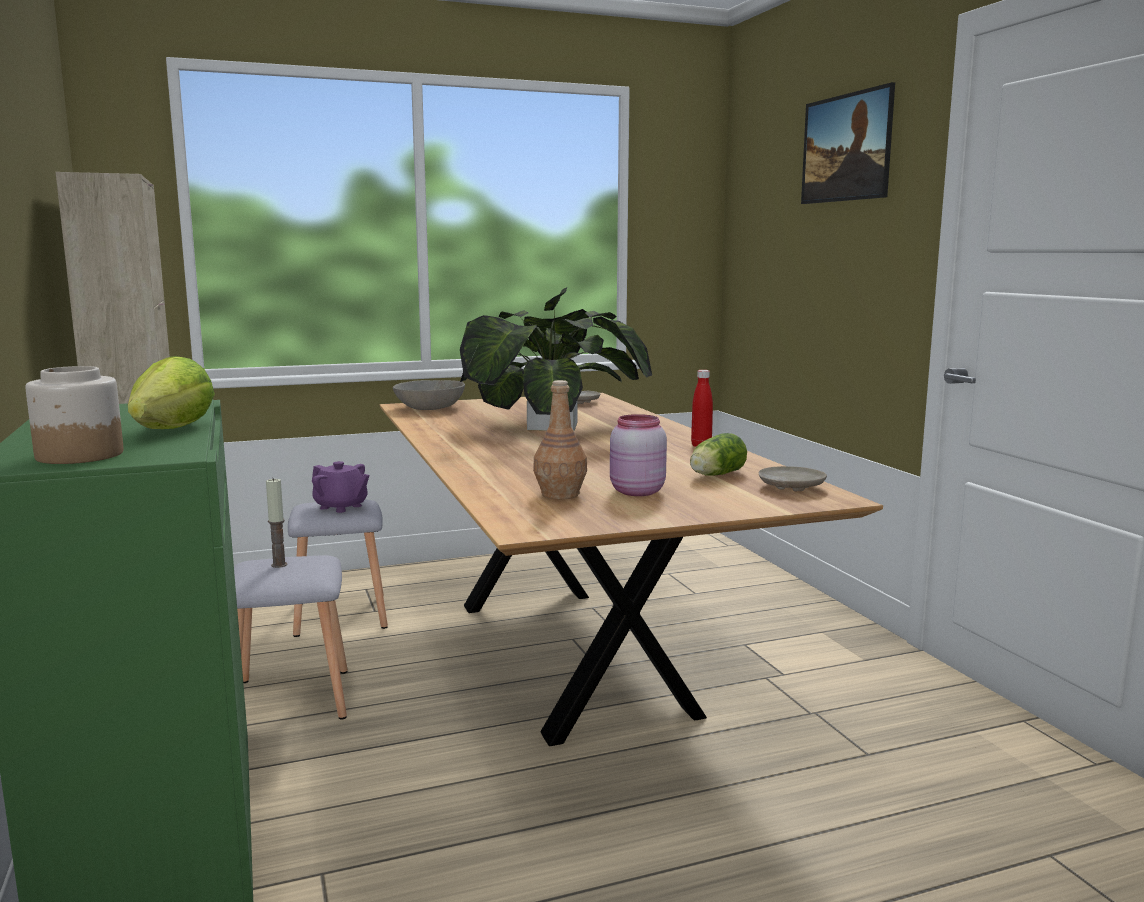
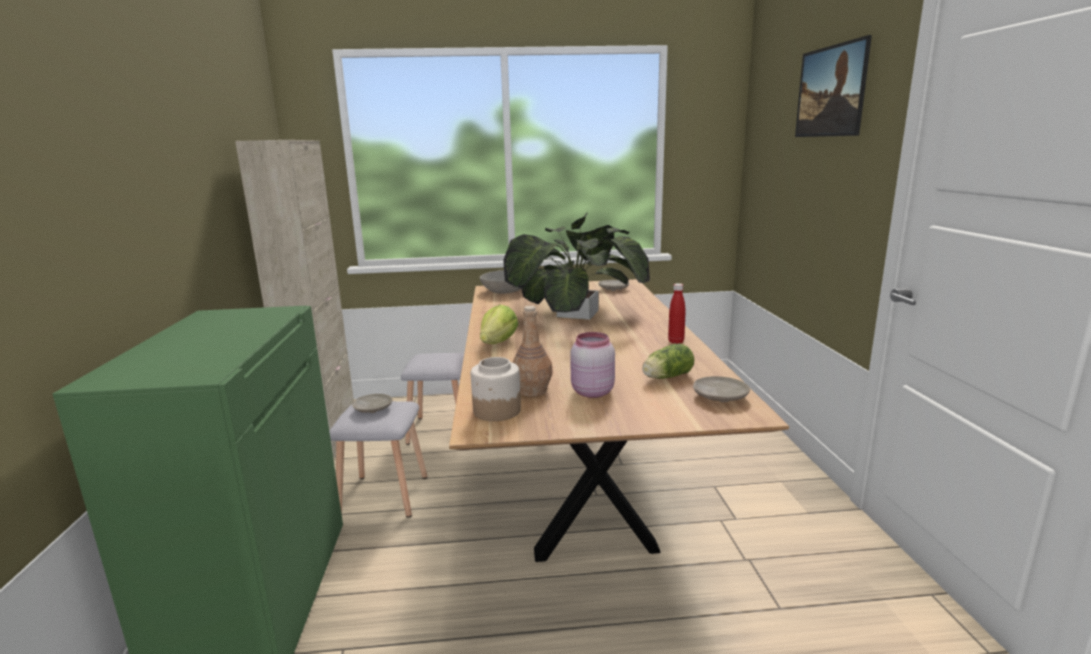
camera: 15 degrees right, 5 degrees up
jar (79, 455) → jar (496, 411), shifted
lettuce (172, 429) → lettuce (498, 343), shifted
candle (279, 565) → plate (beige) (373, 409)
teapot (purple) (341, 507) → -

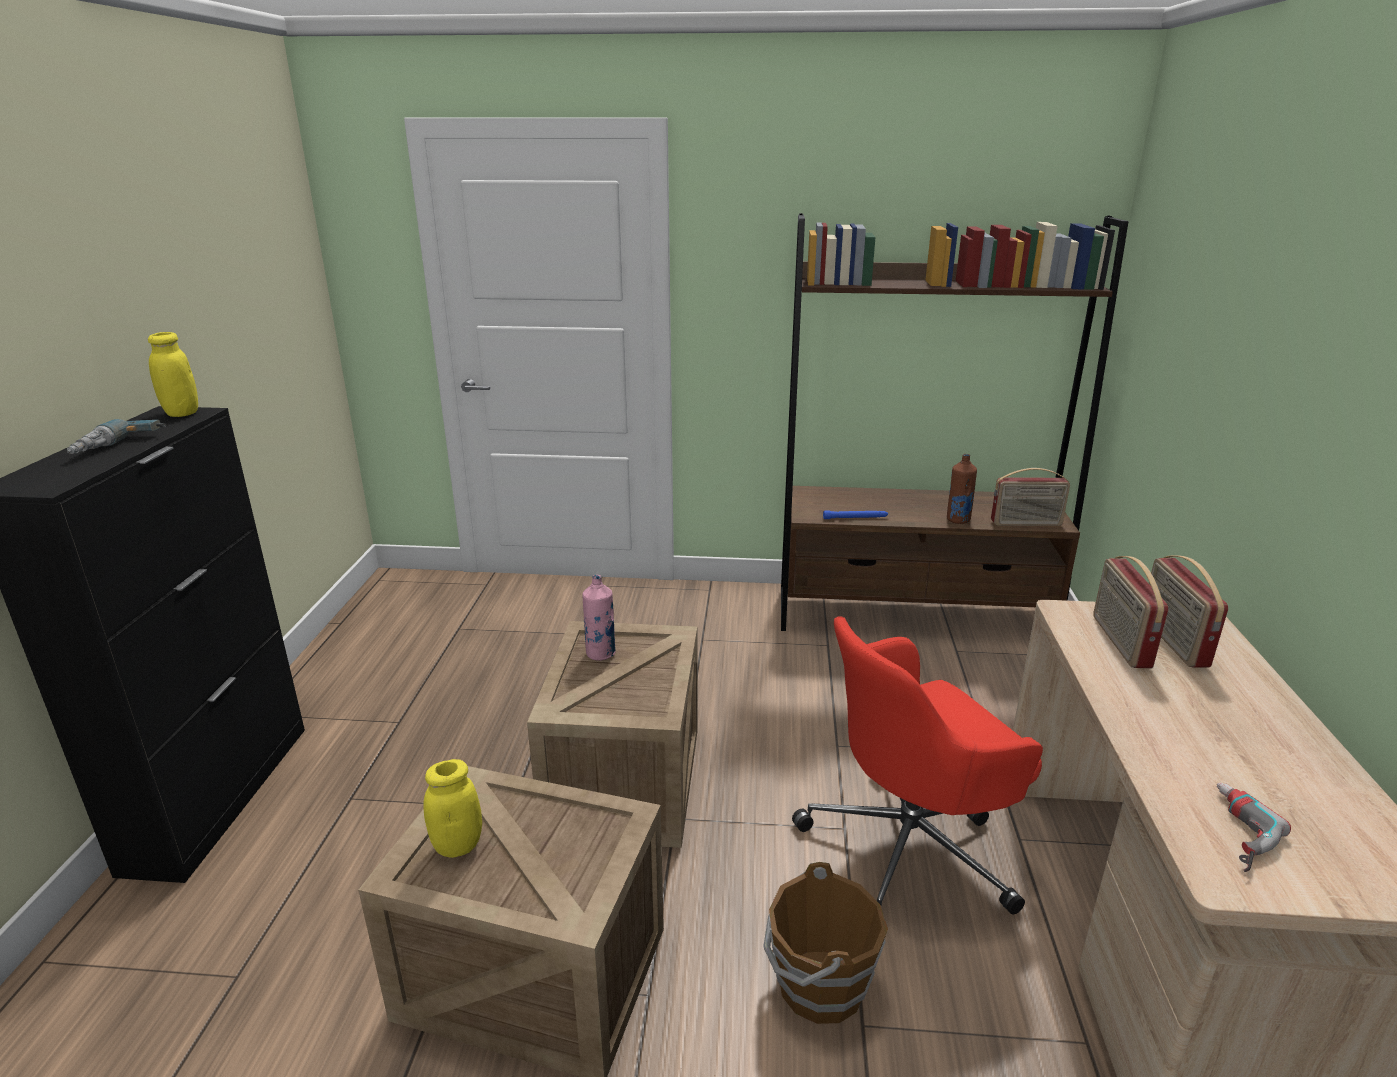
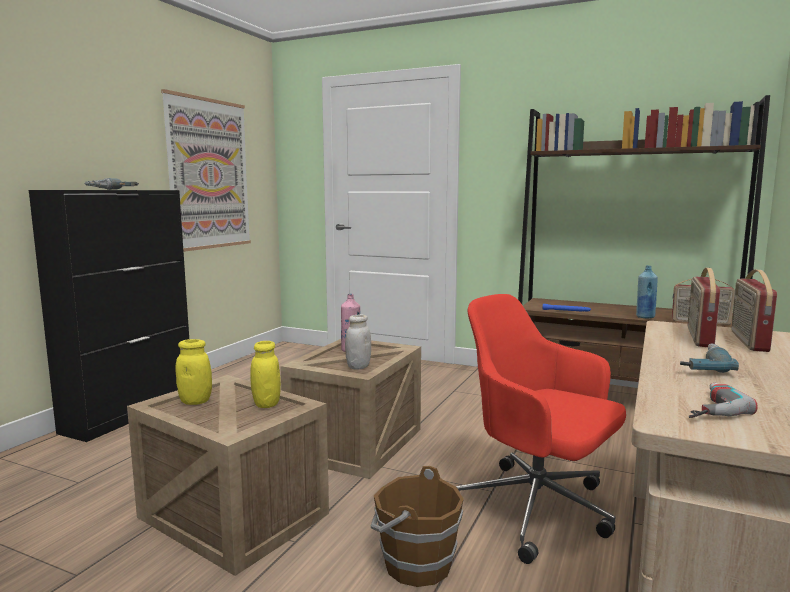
camera: 20 degrees right, 15 degrees down
jar (yellow) (182, 413) → jar (yellow) (266, 404), shifted
office chair (red) (910, 848) → office chair (red) (537, 510), 45 degrees clockwise
bottle (brown) (957, 520) → bottle (blue) (645, 317)
- → picture (209, 174)
- → jar (white) (358, 367)
- → power drill (700, 365)

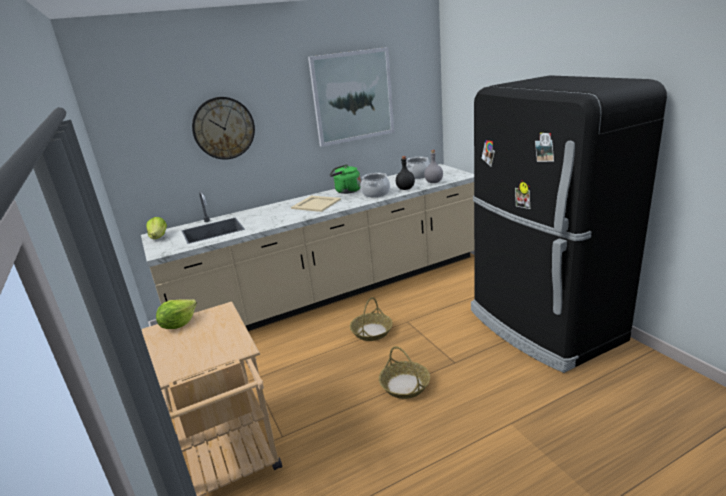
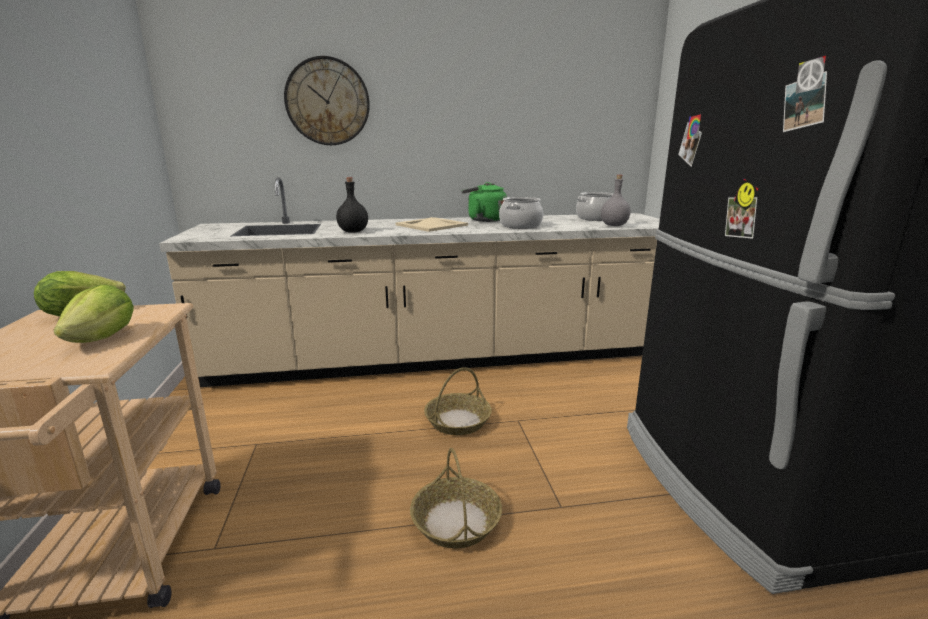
camera: 15 degrees right, 5 degrees down
lettuce (159, 237) → lettuce (103, 338), shifted
picture (353, 96) → -
bottle (black) (405, 189) → bottle (black) (352, 231), shifted

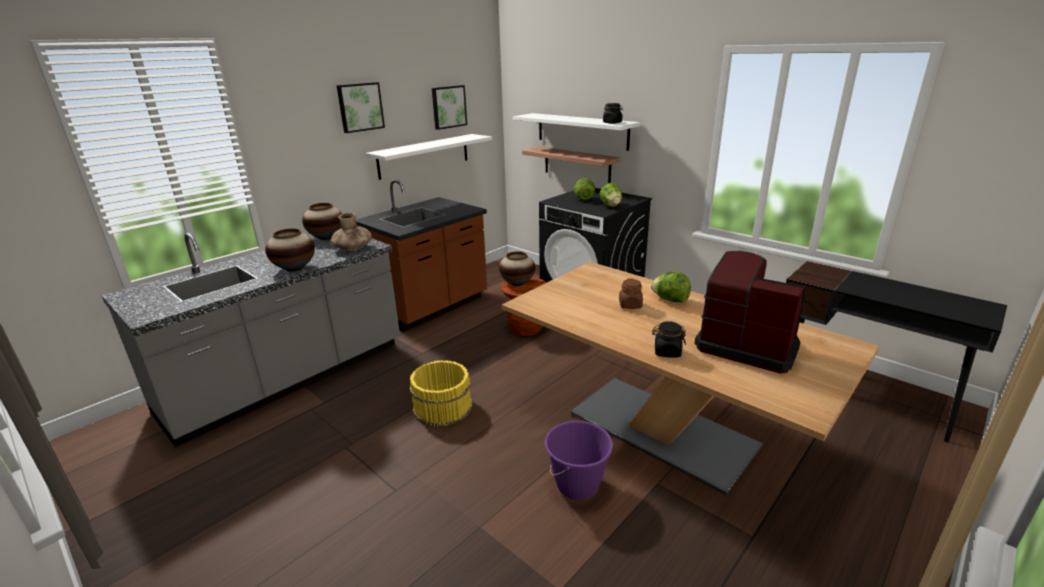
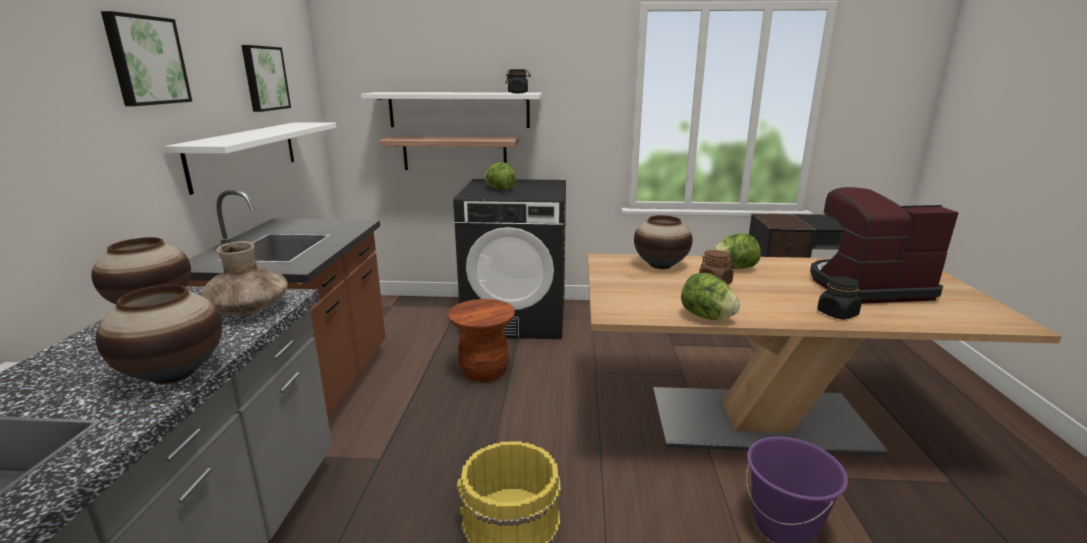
camera: 40 degrees left, 5 degrees down
vase (517, 283) → vase (660, 265), shifted
lettuce (611, 206) → lettuce (706, 317), shifted

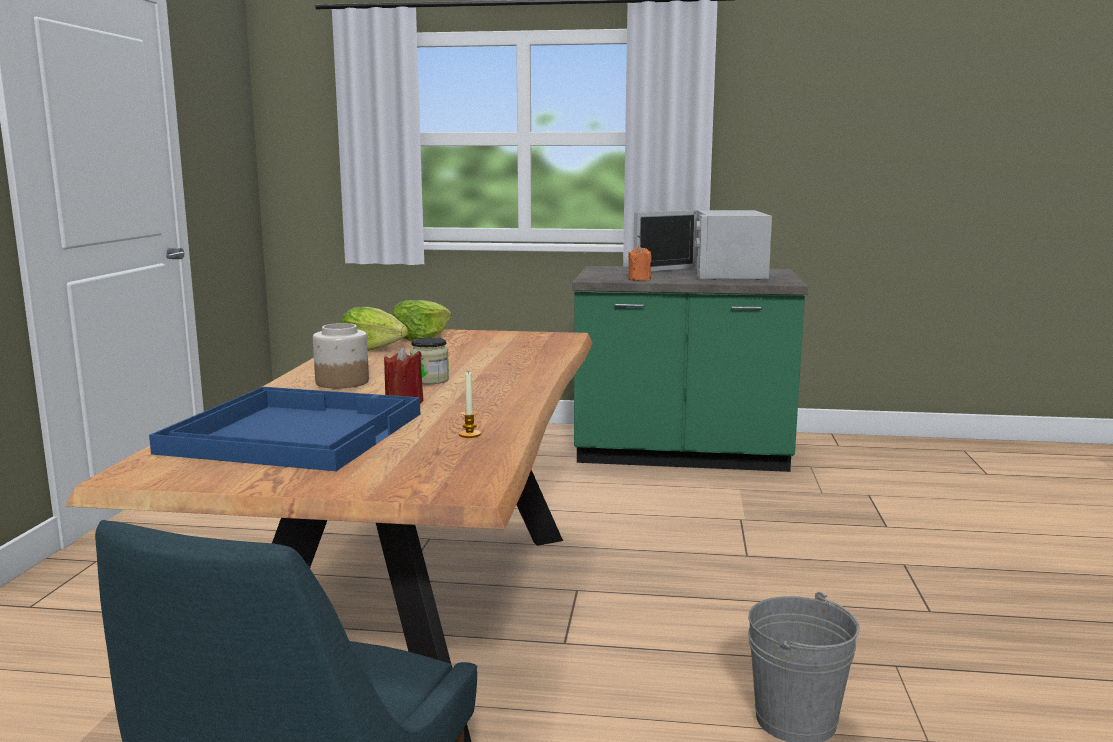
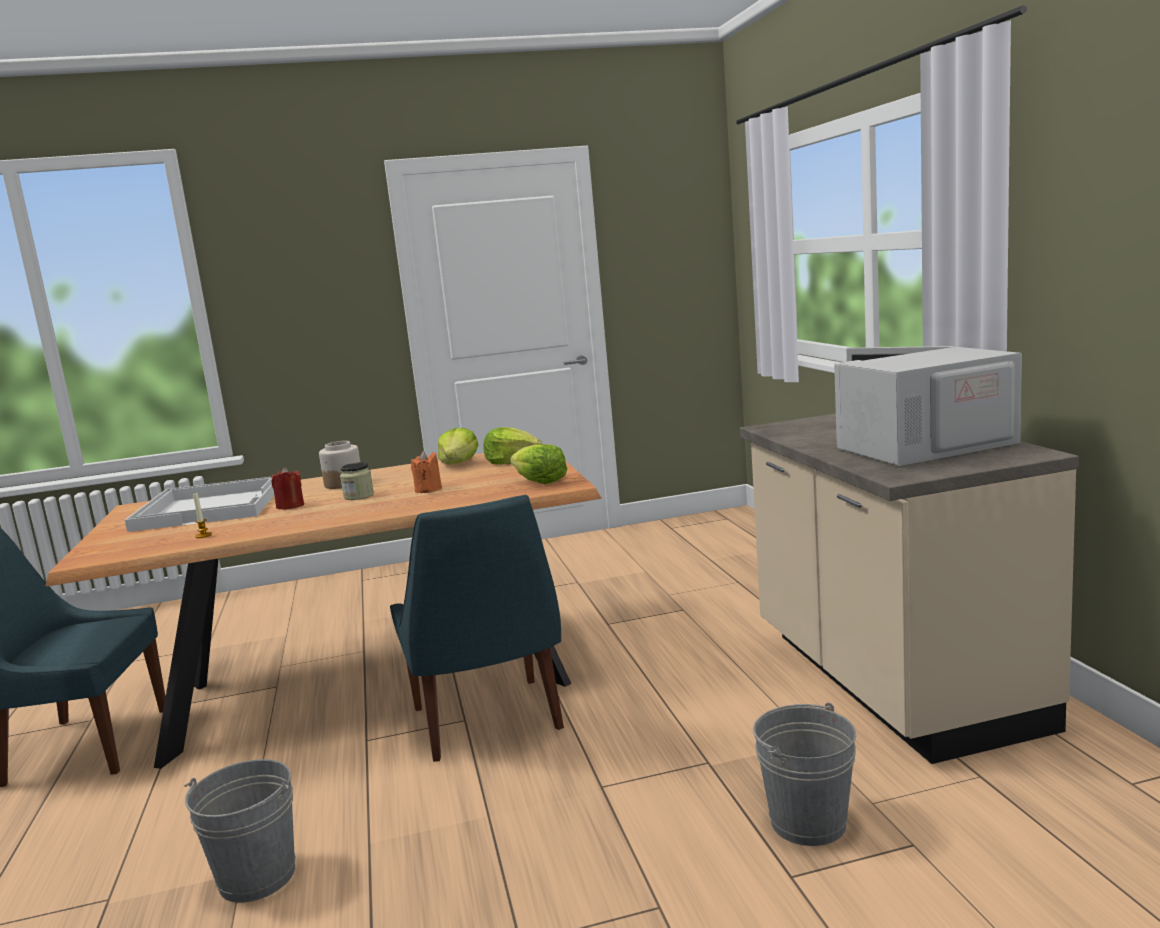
camera: 70 degrees right, 0 degrees up
tray (blue) (294, 432) → tray (white) (211, 507)
counter (green) (681, 455) → counter (beige) (890, 681)
candle (orange) (639, 279) → candle (orange) (428, 490), shifted
- → chair (blue) (488, 722)
- → lettuce (539, 481)
- → bucket (grey) (808, 822)

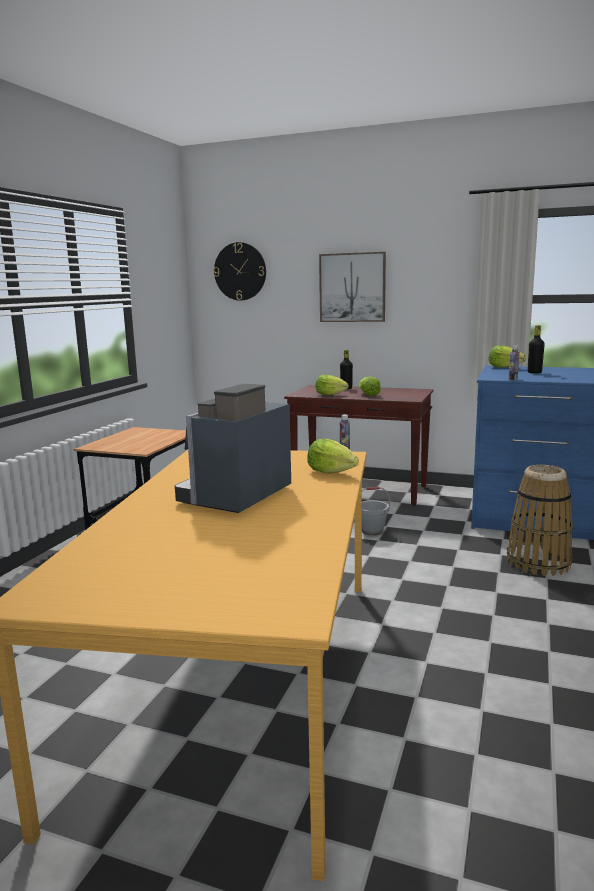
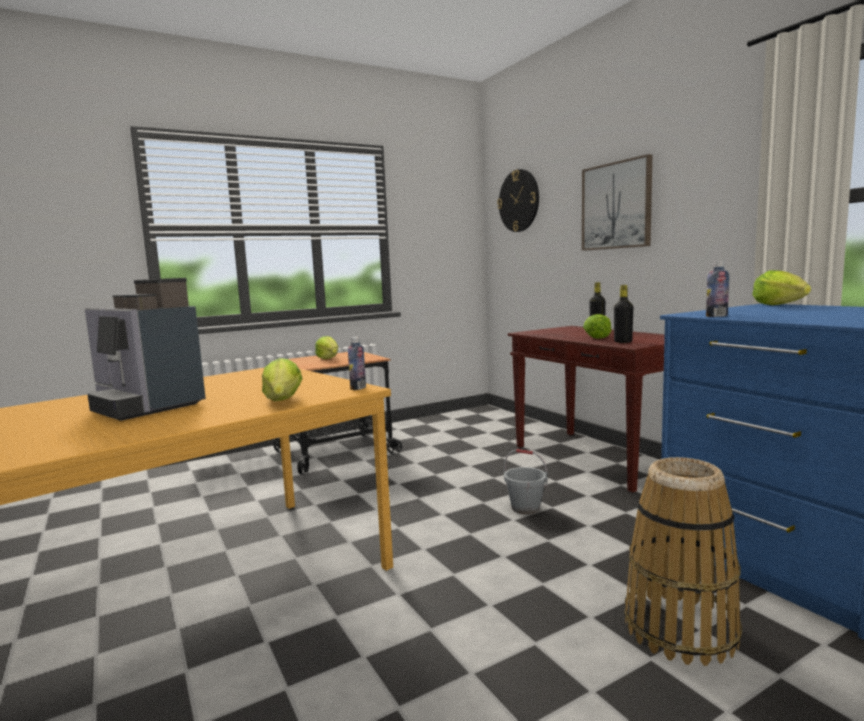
camera: 40 degrees right, 5 degrees down
coffee machine (235, 497) → coffee machine (146, 405), 120 degrees counterclockwise
lettuce (330, 395) → lettuce (328, 359), shifted
bottle (black) (534, 372) → bottle (black) (623, 342), shifted

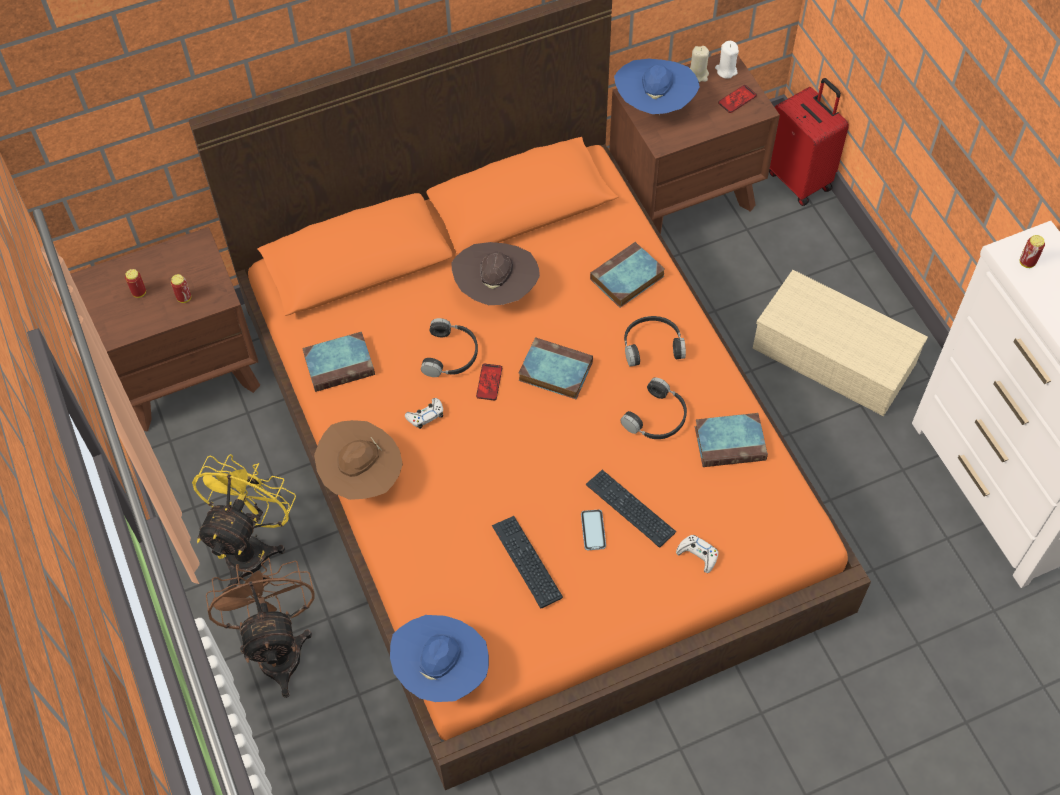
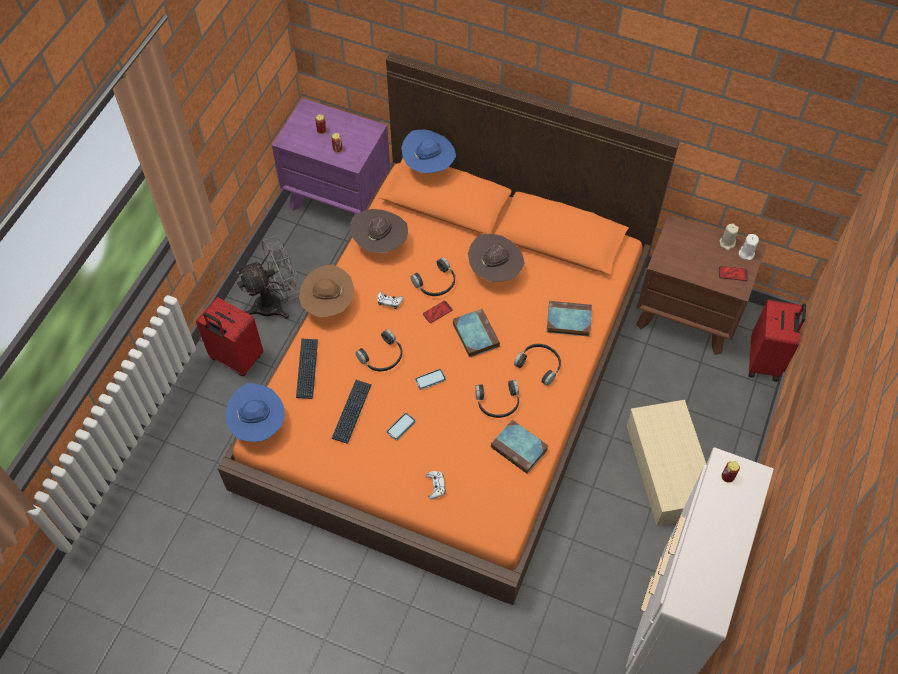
camera: 45 degrees right, 0 degrees up
nightstand (brown) (187, 372) → nightstand (purple) (339, 198)
fan (yellow) (251, 546) → fan (grey) (276, 303)
fan (brown) (277, 647) → suitcase (red) (236, 359)
book (340, 364) → hat (brown) (380, 243)
keyboard (630, 509) → keyboard (307, 368), shifted
hat (blue) (655, 106) → hat (blue) (429, 166), shifted
- → headphones (black) (382, 357)
- → phone (430, 380)

